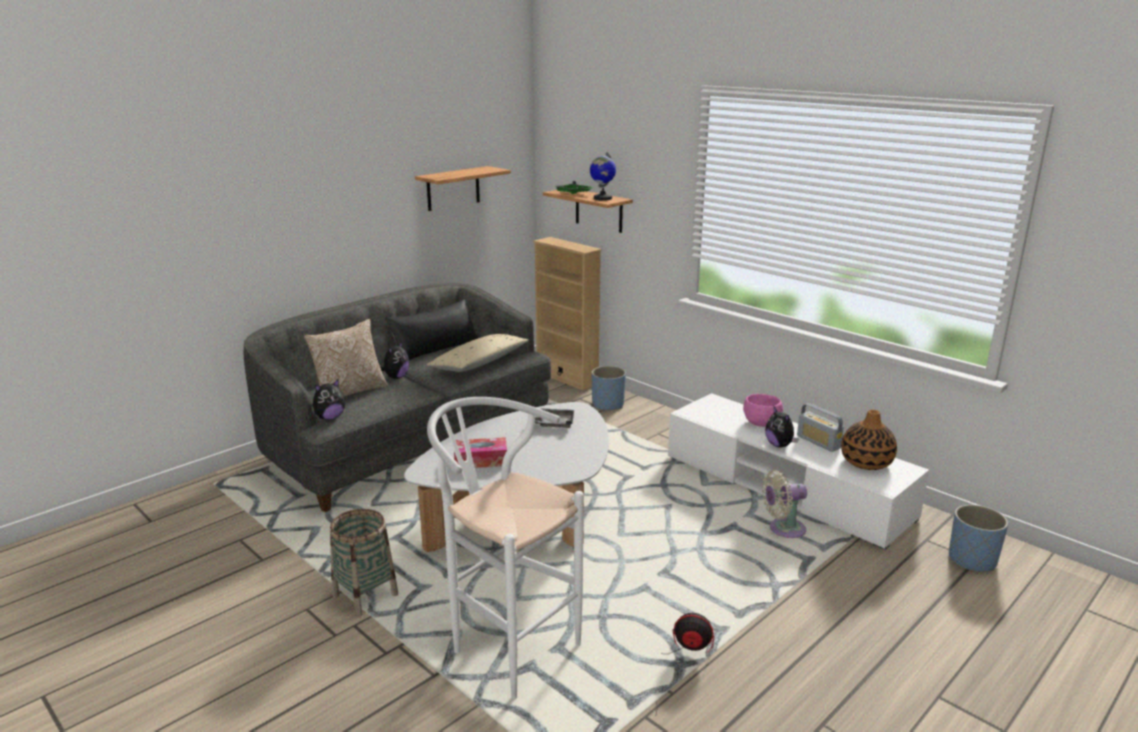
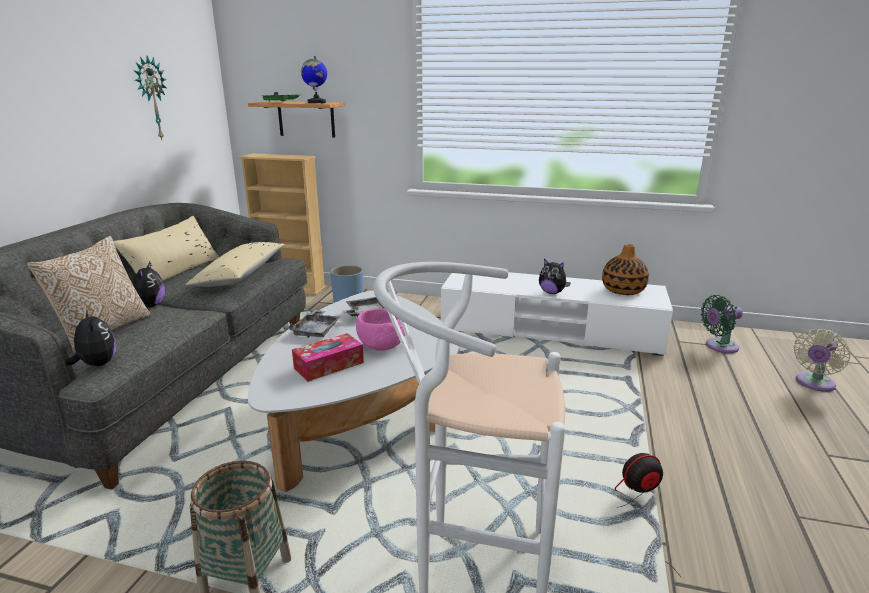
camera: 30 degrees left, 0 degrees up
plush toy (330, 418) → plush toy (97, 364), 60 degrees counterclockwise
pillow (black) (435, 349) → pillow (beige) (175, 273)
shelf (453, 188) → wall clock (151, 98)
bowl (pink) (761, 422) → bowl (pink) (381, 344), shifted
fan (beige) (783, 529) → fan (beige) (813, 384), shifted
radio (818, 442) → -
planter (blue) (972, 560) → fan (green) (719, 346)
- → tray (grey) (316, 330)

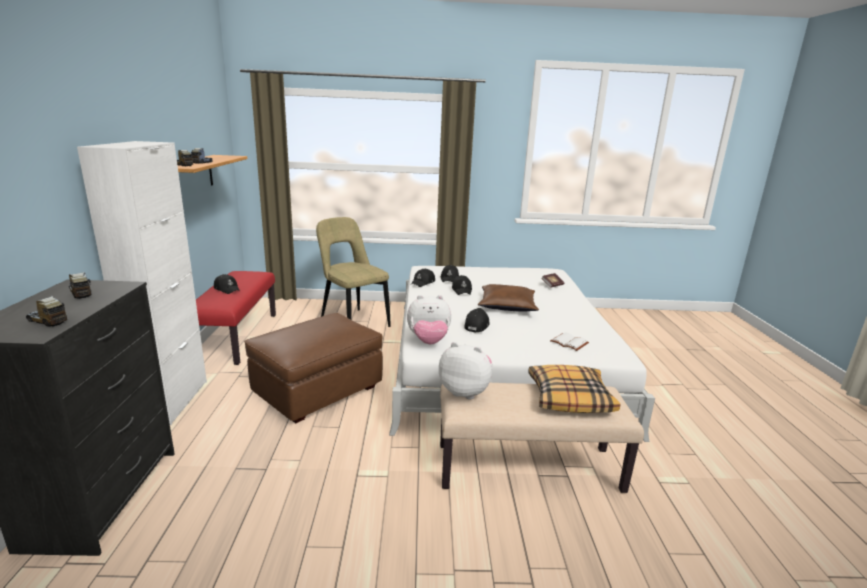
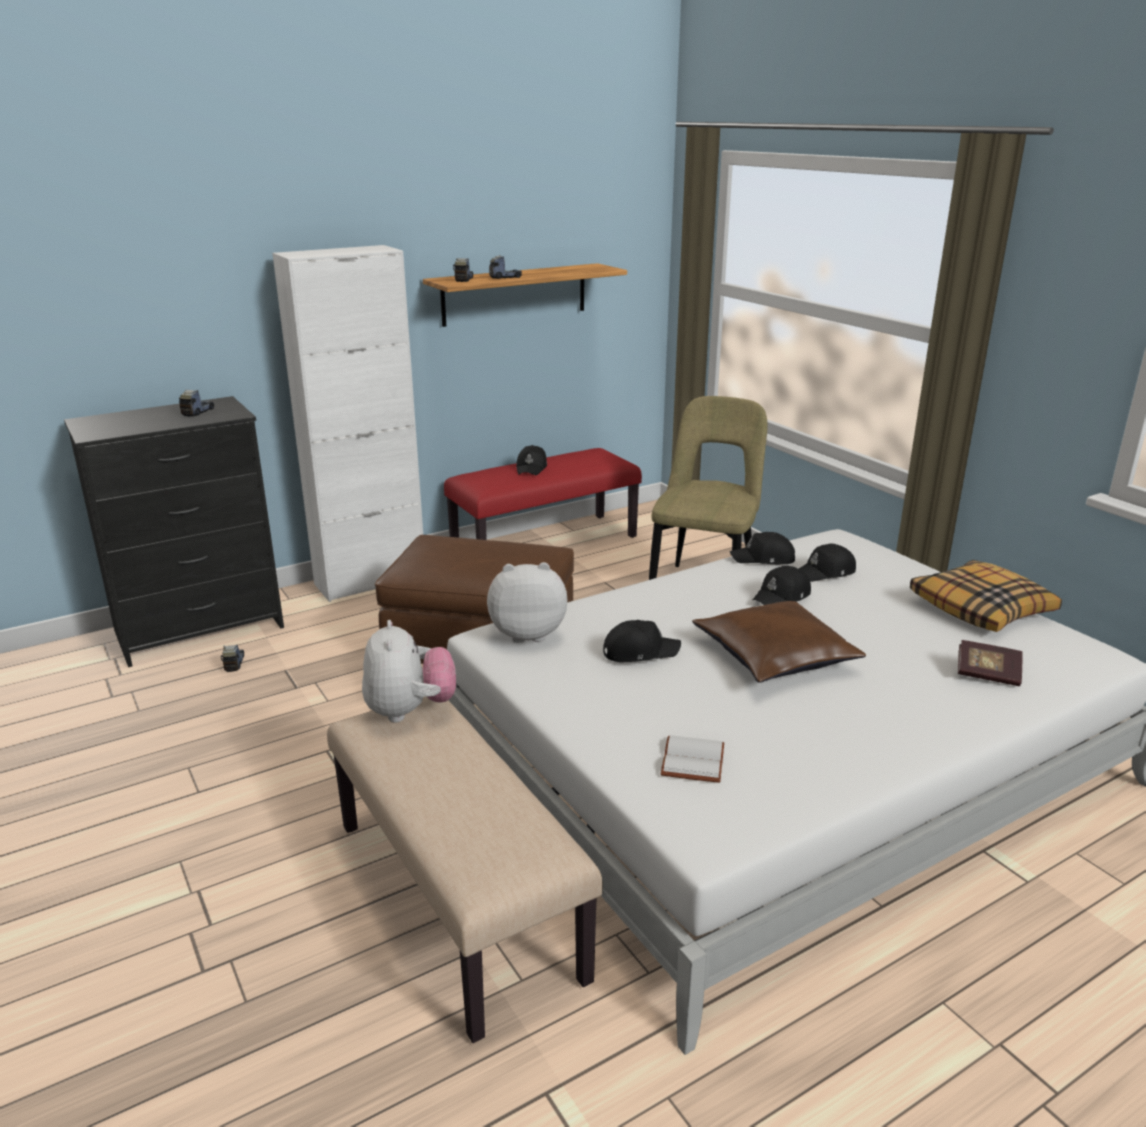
camera: 60 degrees right, 5 degrees up
toy truck (47, 321) → toy truck (234, 663), shifted
plush toy (428, 341) → plush toy (527, 633), 120 degrees clockwise
pillow (569, 397) → pillow (981, 609), shifted

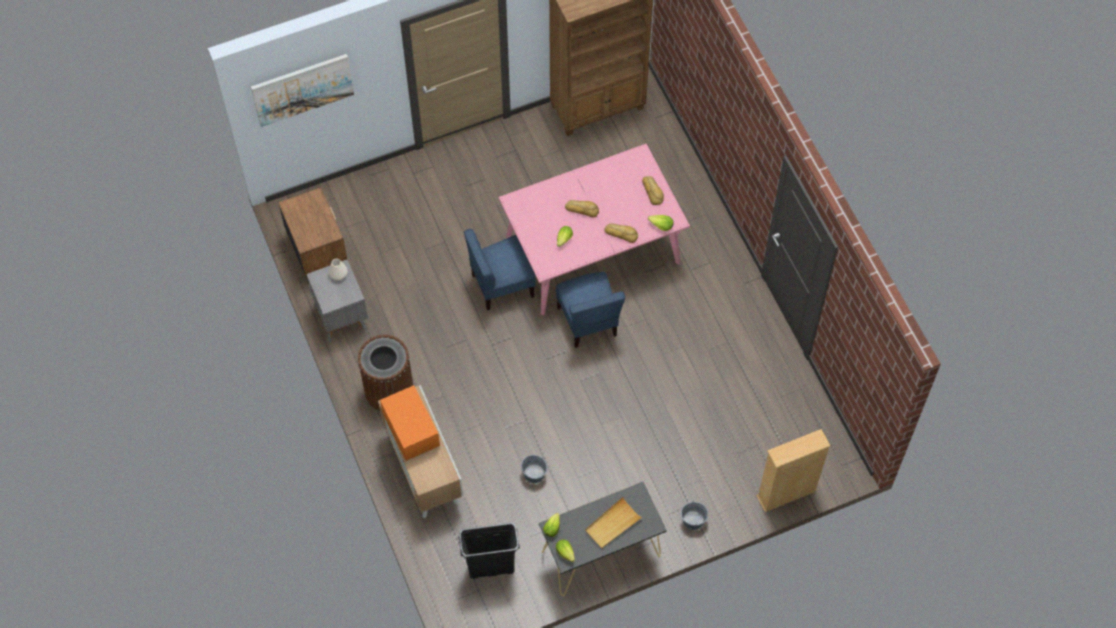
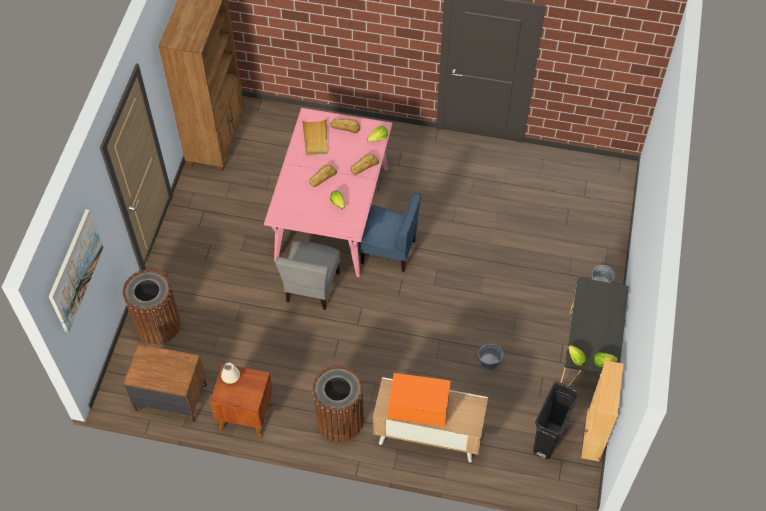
camera: 55 degrees left, 5 degrees down
nightstand (grey) (340, 317) → nightstand (brown) (245, 416)
chair (blue) (502, 285) → chair (grey) (311, 287)
tray (beige) (612, 524) → tray (beige) (315, 138), shifted
bookcase (beige) (786, 493) → bookcase (beige) (593, 435), shifted
- → trash can (brown) (158, 324)

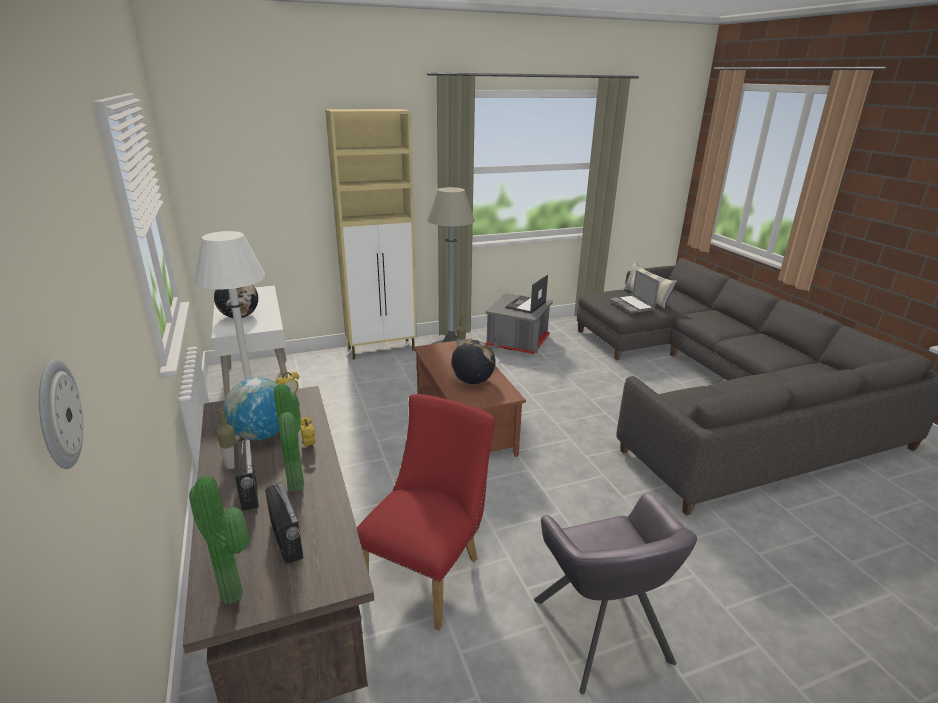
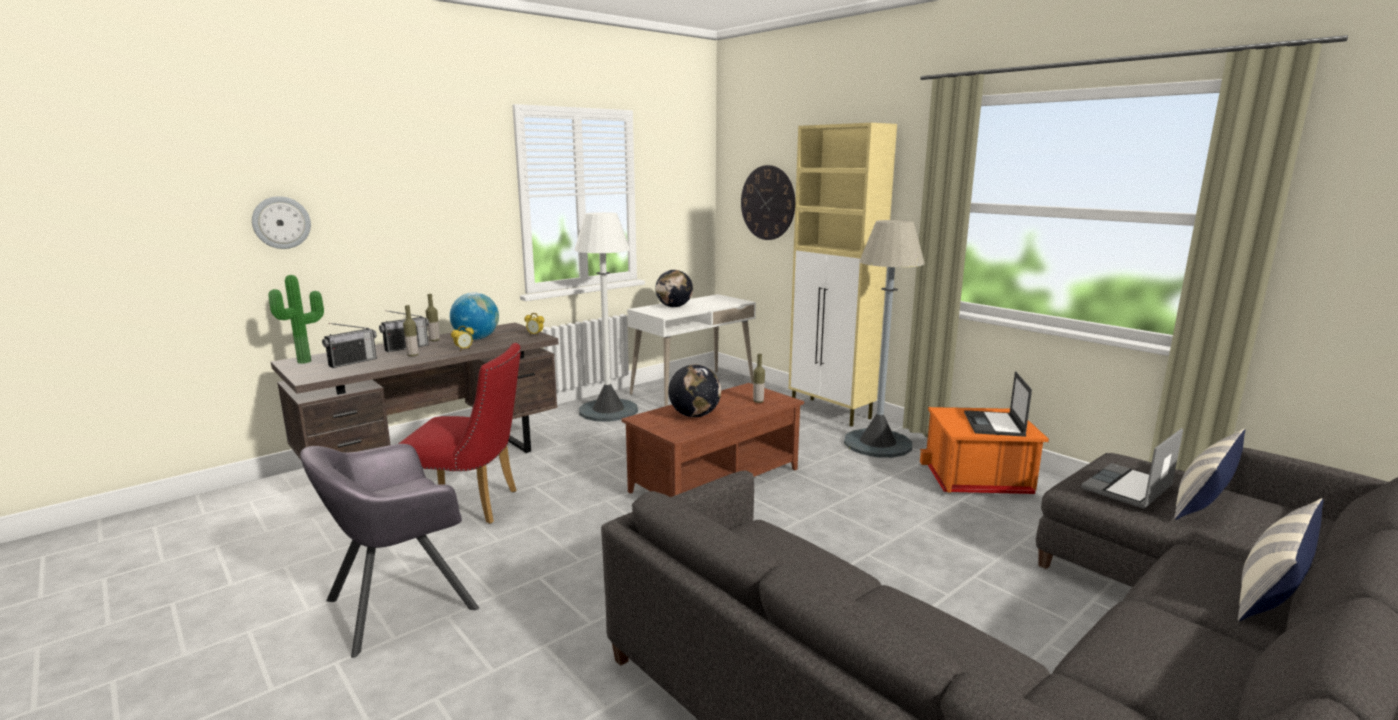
camera: 70 degrees right, 10 degrees down
potted plant (299, 485) → bottle (413, 355)
storage box (grey) (518, 340) → storage box (orange) (978, 478)
laptop (525, 305) → laptop (994, 424), 90 degrees counterclockwise
- → wall clock (768, 203)
- → pillow (1271, 589)

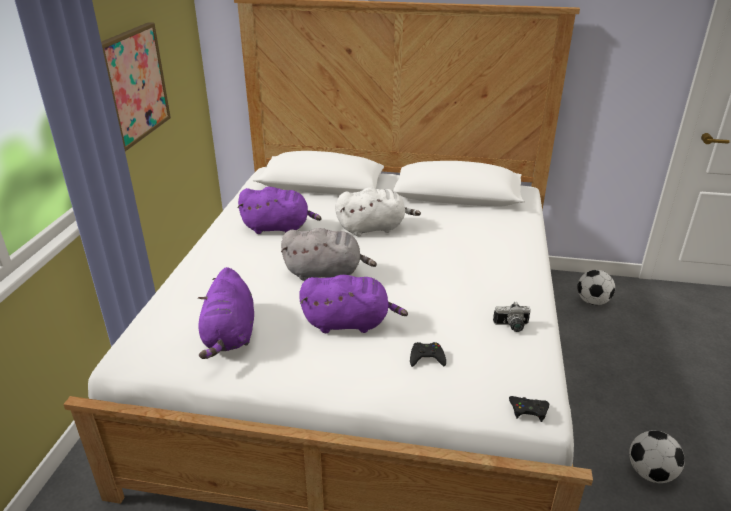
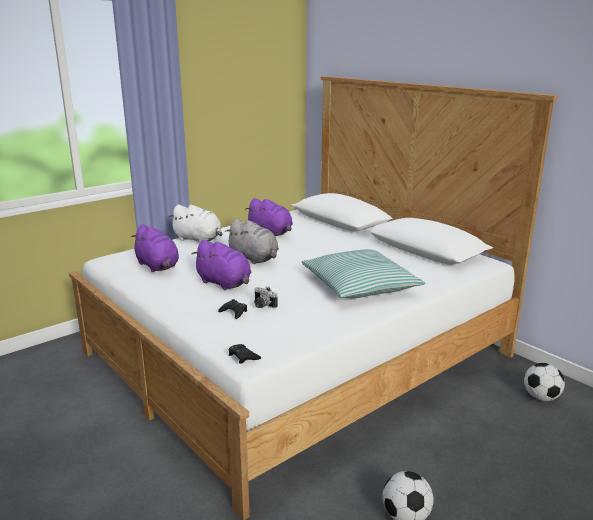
camera: 40 degrees right, 10 degrees down
picture (133, 85) → -
plush toy (purple) (230, 336) → plush toy (purple) (158, 266), 75 degrees counterclockwise
plush toy (white) (374, 228) → plush toy (white) (199, 239), shifted
photo camera (512, 326) → photo camera (262, 305), shifted
- → pillow (359, 285)

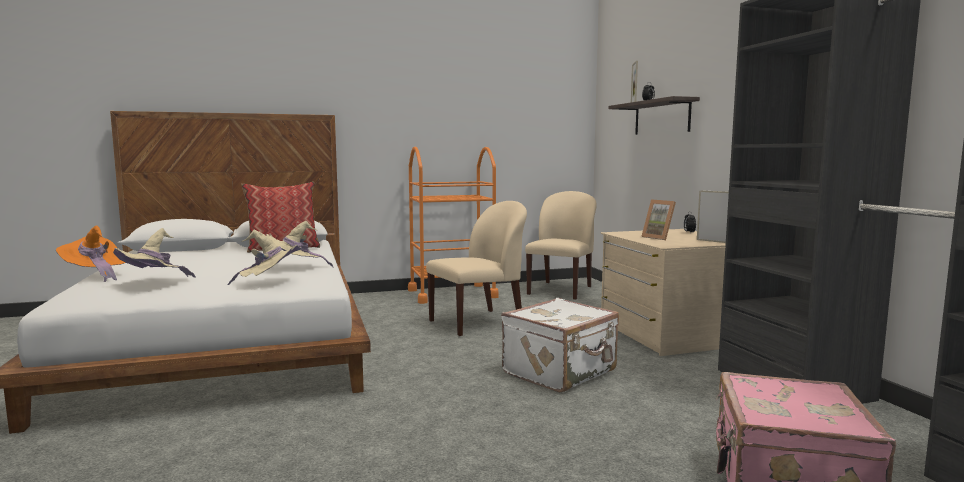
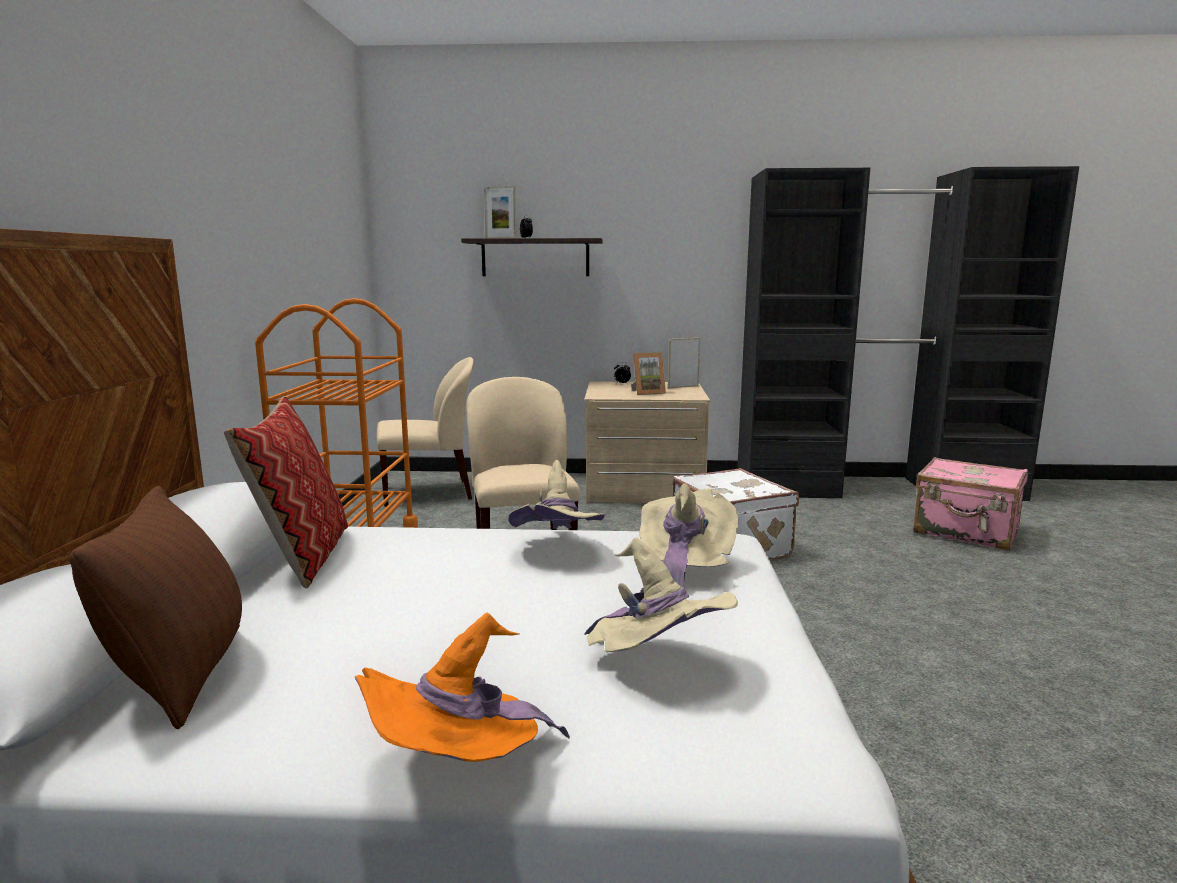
camera: 70 degrees left, 5 degrees up
chair (beige) (560, 290) → chair (beige) (429, 493), 120 degrees clockwise
- → pillow (brown) (183, 676)

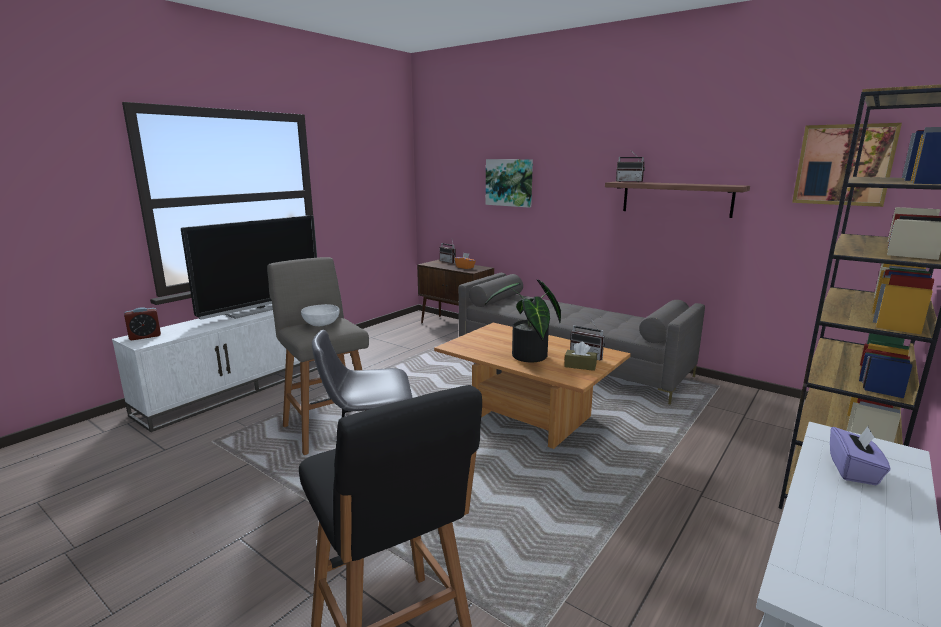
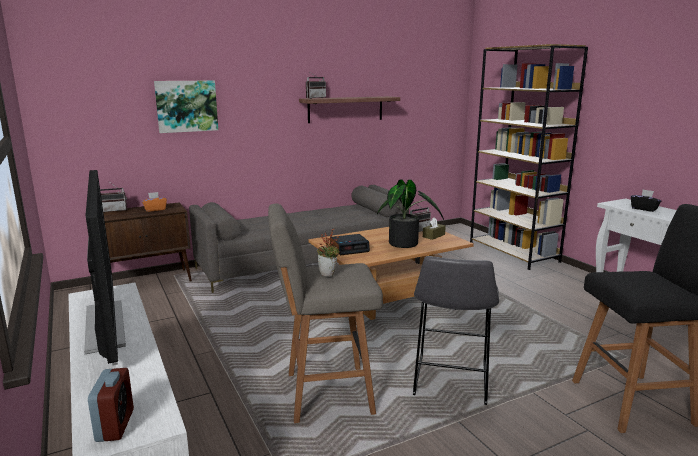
camera: 65 degrees left, 0 degrees up
bowl (white) (321, 324) → potted plant (329, 274)
picture (843, 165) → -
tissue box (purple) (853, 470) → tissue box (black) (644, 209)
- → alarm clock (349, 248)

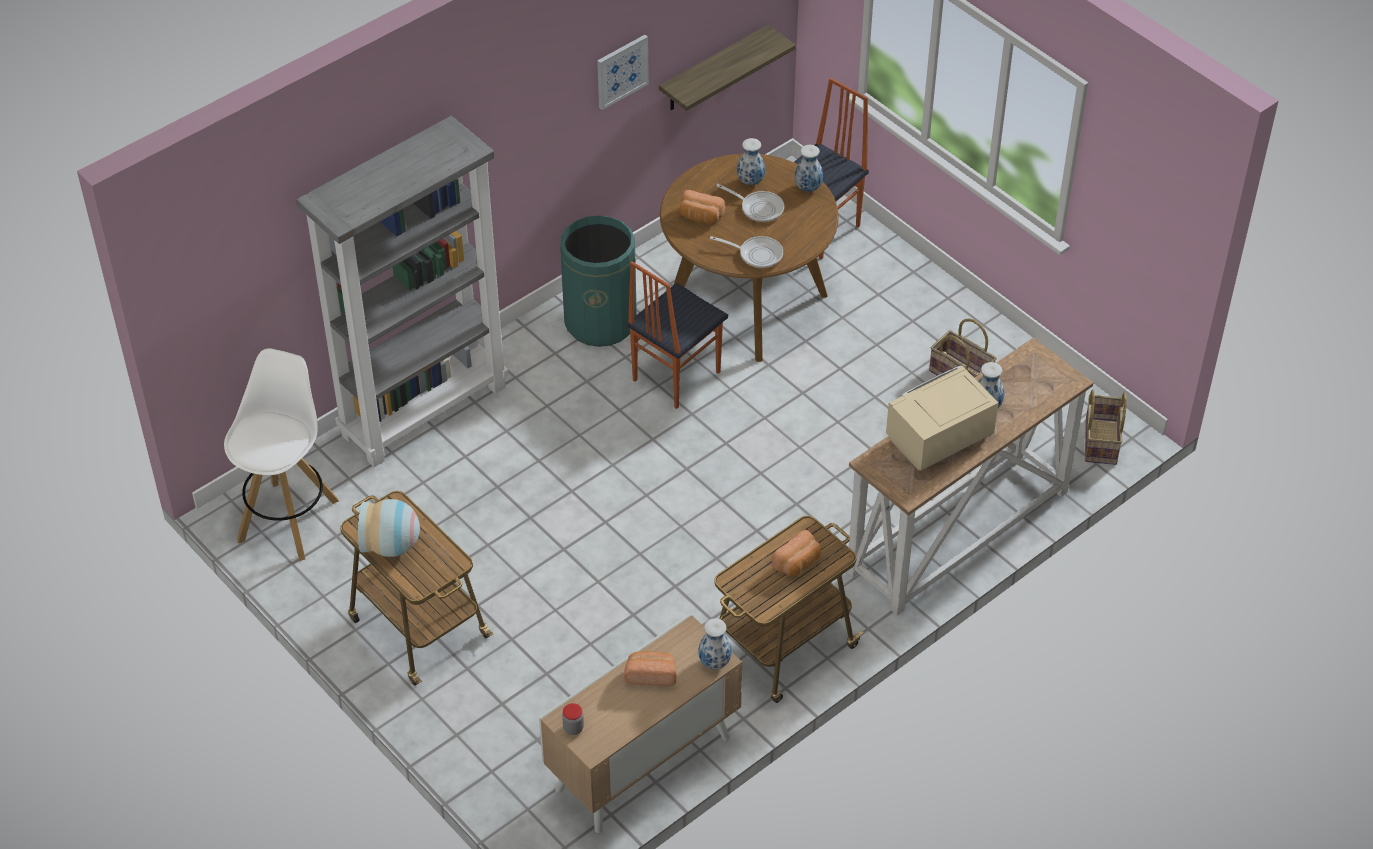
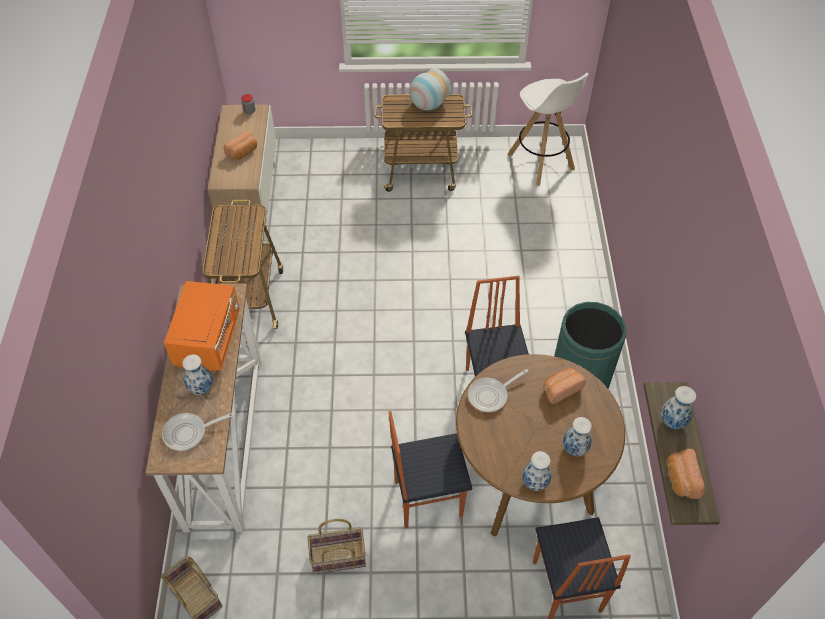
camera: 130 degrees right, 5 degrees up
bookcase (grey) (424, 410) → -
picture (621, 71) → -
vase (715, 662) → vase (672, 422), shifted
frying pan (759, 208) → frying pan (189, 433), shifted
bread (798, 563) → bread (681, 479), shifted
microwave (beige) (937, 439) → microwave (orange) (209, 340)
- → chair (427, 498)

